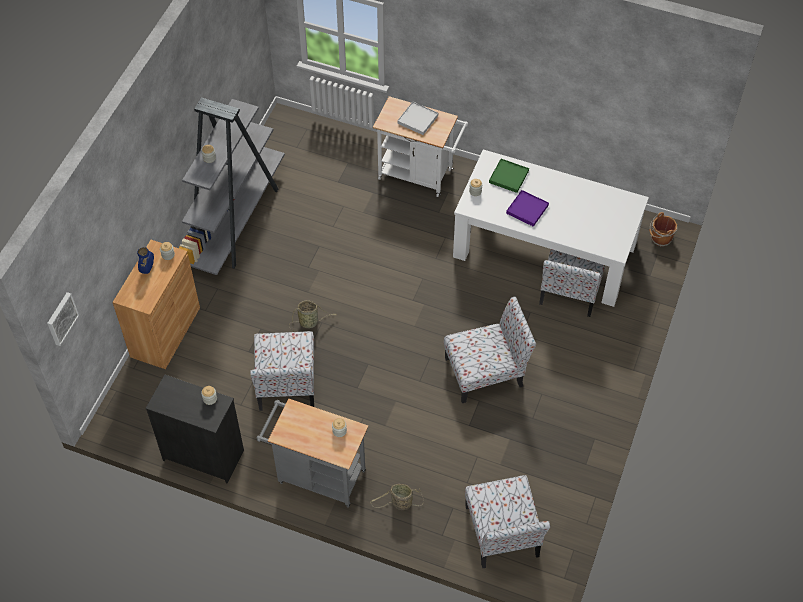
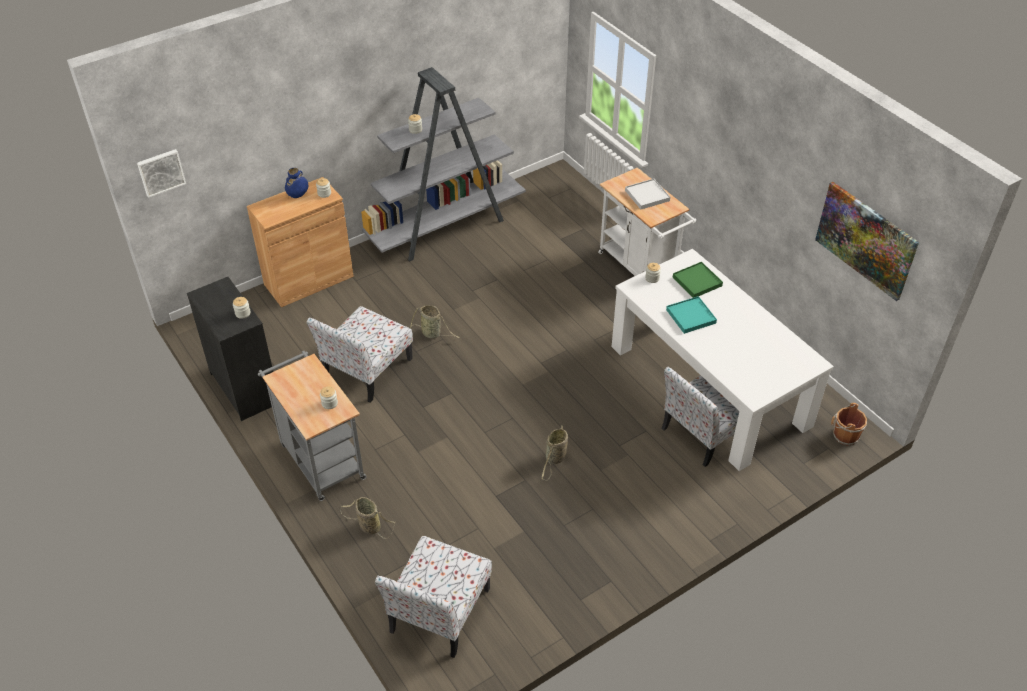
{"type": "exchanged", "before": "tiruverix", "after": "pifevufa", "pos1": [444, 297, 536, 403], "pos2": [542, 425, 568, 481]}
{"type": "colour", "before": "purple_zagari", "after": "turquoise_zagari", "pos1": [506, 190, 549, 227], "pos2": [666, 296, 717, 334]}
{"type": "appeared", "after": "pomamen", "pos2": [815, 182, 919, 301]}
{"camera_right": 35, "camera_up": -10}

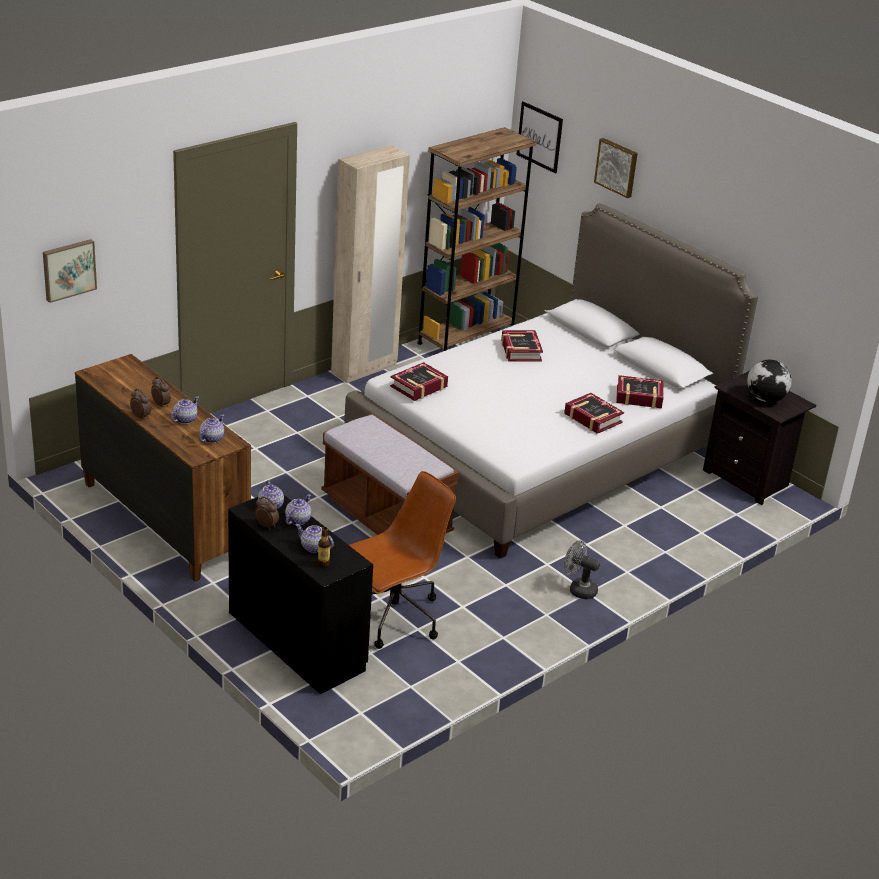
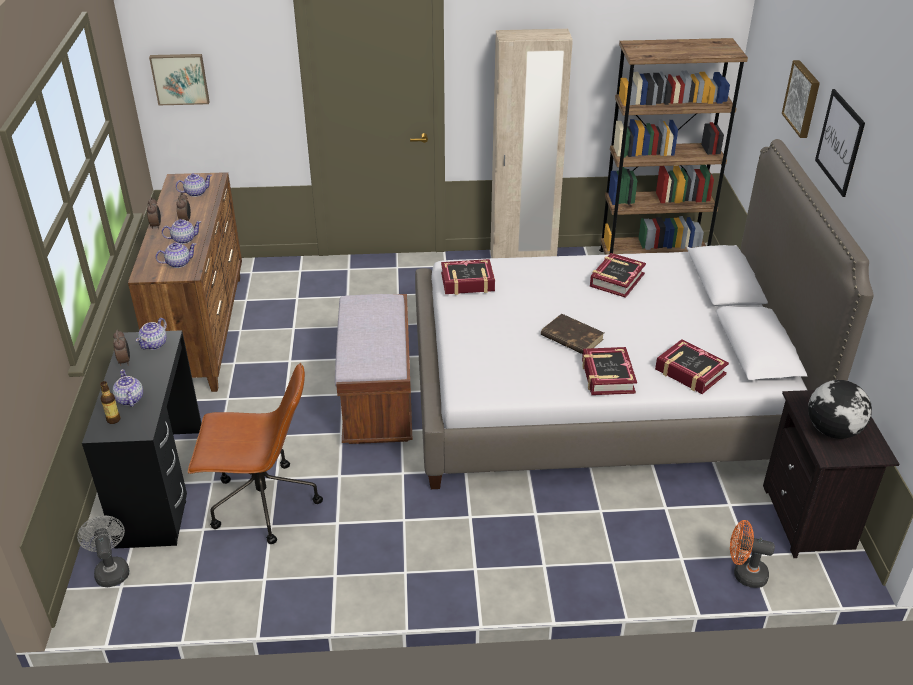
{"type": "relocated", "before": "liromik", "pos1": [285, 494, 312, 525], "pos2": [176, 173, 212, 197]}
{"type": "relocated", "before": "pomamen", "pos1": [517, 101, 563, 174], "pos2": [815, 89, 865, 197]}
{"type": "relocated", "before": "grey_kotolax", "pos1": [564, 540, 600, 599], "pos2": [77, 516, 129, 587]}
{"type": "appeared", "after": "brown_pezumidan", "pos2": [541, 314, 604, 354]}
{"type": "appeared", "after": "orange_kotolax", "pos2": [730, 520, 775, 588]}
{"camera_right": 40, "camera_up": 5}

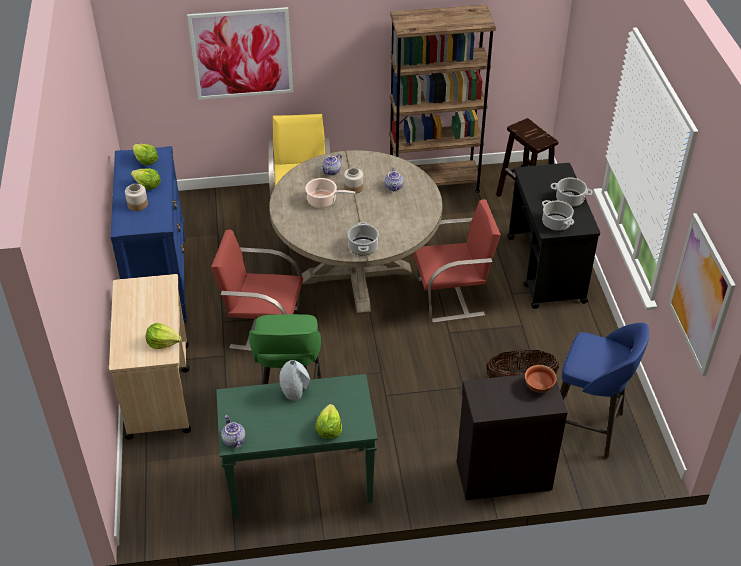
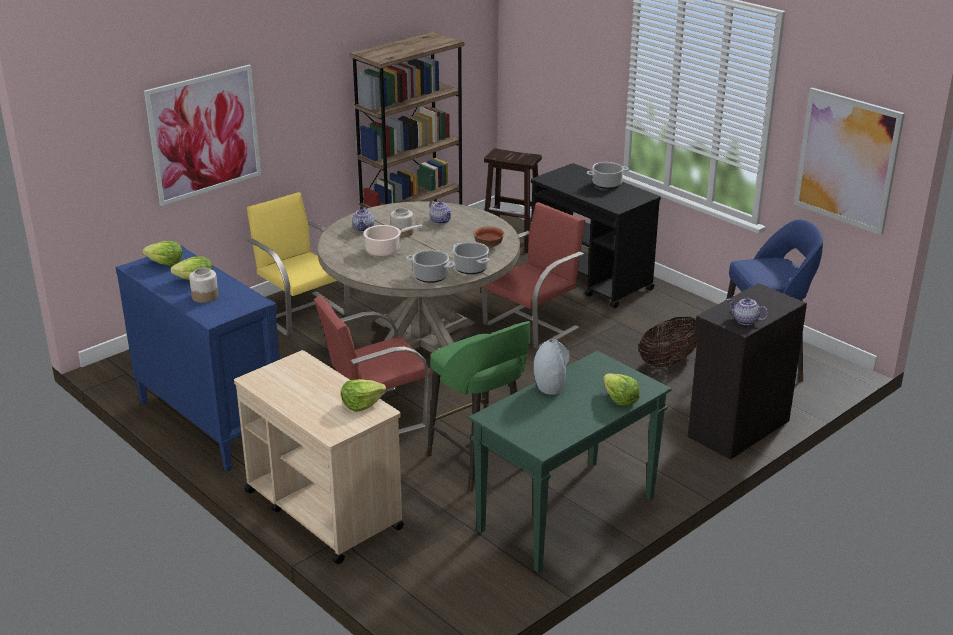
{"type": "relocated", "before": "liromik", "pos1": [221, 415, 245, 450], "pos2": [727, 298, 768, 325]}
{"type": "relocated", "before": "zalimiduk", "pos1": [525, 365, 557, 393], "pos2": [474, 226, 504, 249]}
{"type": "relocated", "before": "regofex", "pos1": [542, 200, 574, 231], "pos2": [406, 250, 455, 283]}
{"camera_right": -35, "camera_up": -15}

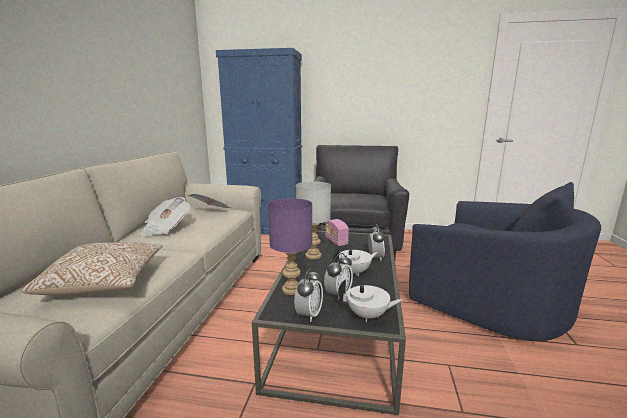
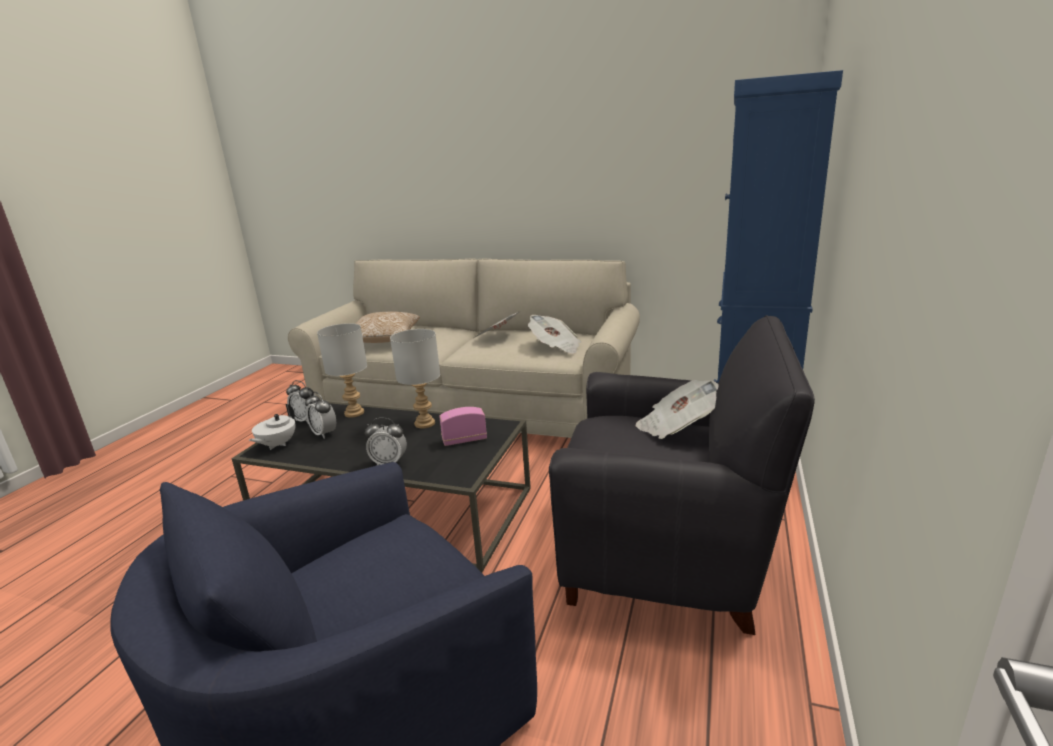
{"type": "colour", "before": "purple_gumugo", "after": "grey_gumugo", "pos1": [268, 198, 312, 295], "pos2": [317, 323, 367, 417]}
{"type": "missing", "before": "white_liromik", "pos1": [333, 248, 378, 277]}
{"type": "appeared", "after": "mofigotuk", "pos2": [636, 380, 719, 439]}
{"camera_right": 100, "camera_up": 5}

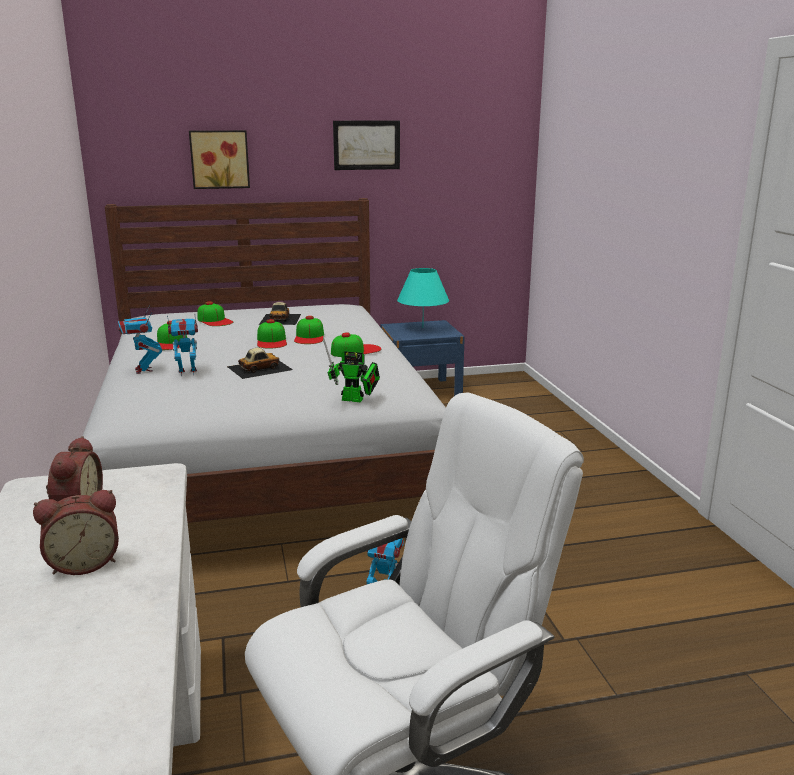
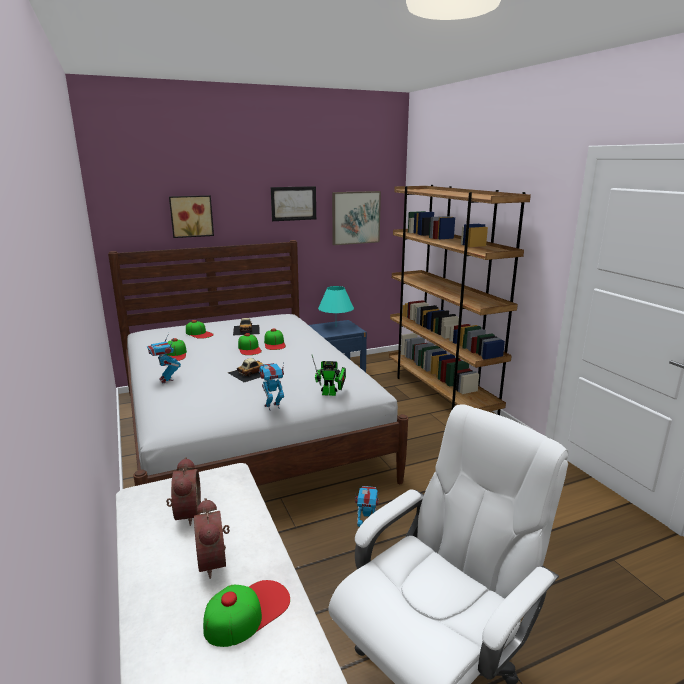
{"type": "spun", "before": "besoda", "pos1": [33, 490, 119, 575], "pos2": [194, 498, 230, 579], "turn": 105}
{"type": "relocated", "before": "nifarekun", "pos1": [167, 315, 198, 376], "pos2": [259, 363, 284, 410]}
{"type": "relocated", "before": "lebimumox", "pos1": [331, 332, 381, 357], "pos2": [203, 580, 290, 647]}
{"type": "appeared", "after": "pomamen", "pos2": [332, 191, 381, 245]}
{"type": "appeared", "after": "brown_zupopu", "pos2": [389, 185, 531, 415]}
{"camera_right": -10, "camera_up": 0}

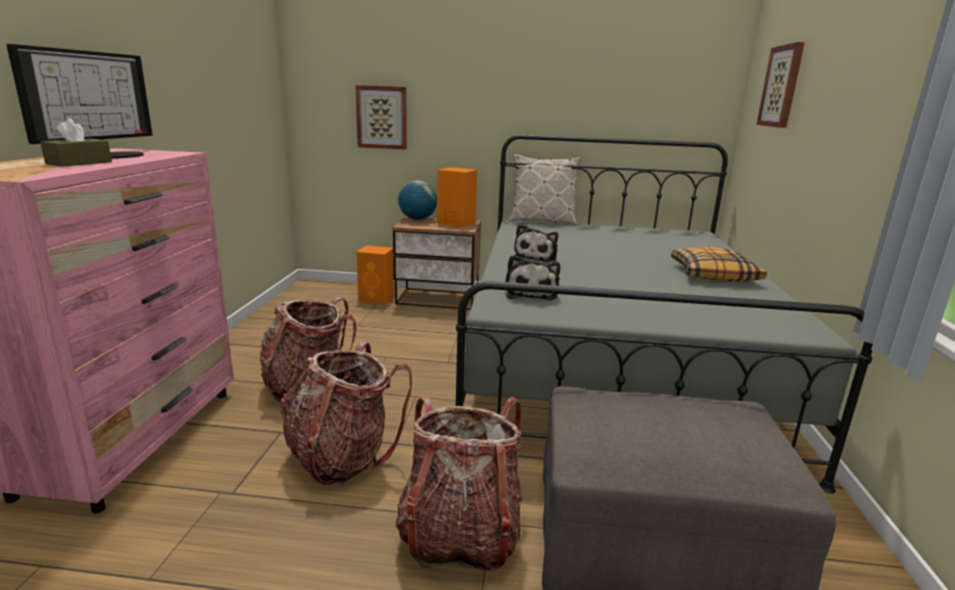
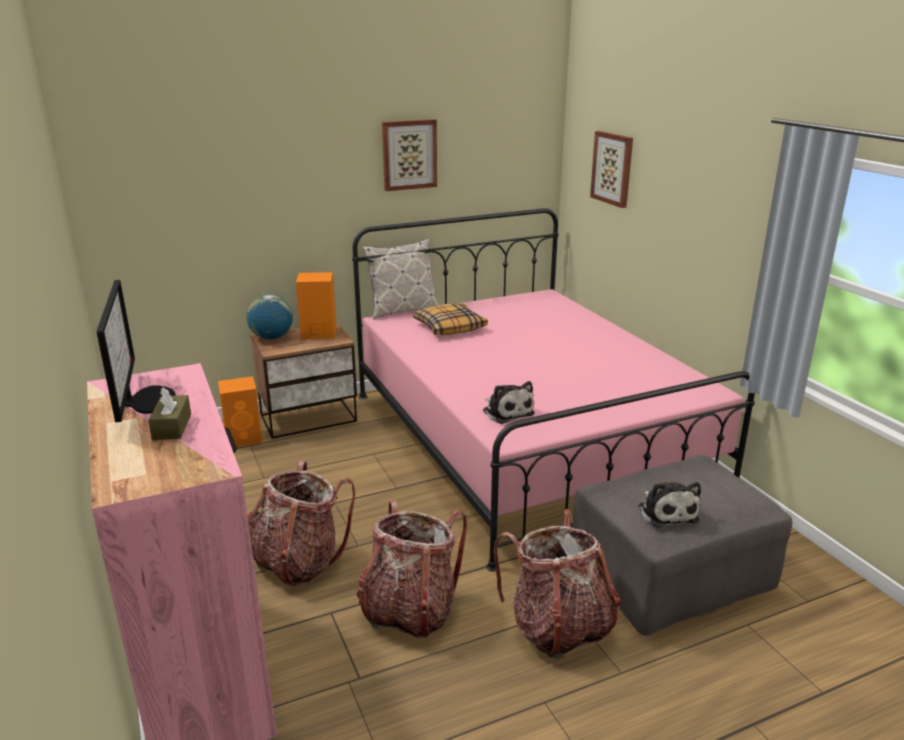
{"type": "relocated", "before": "pomamen", "pos1": [355, 85, 407, 150], "pos2": [382, 119, 437, 191]}
{"type": "colour", "before": "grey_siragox", "after": "pink_siragox", "pos1": [456, 134, 873, 494], "pos2": [352, 208, 755, 571]}
{"type": "relocated", "before": "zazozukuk", "pos1": [514, 224, 558, 262], "pos2": [639, 482, 701, 528]}
{"type": "relocated", "before": "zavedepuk", "pos1": [671, 247, 767, 282], "pos2": [413, 303, 488, 335]}
{"camera_right": -30, "camera_up": 5}

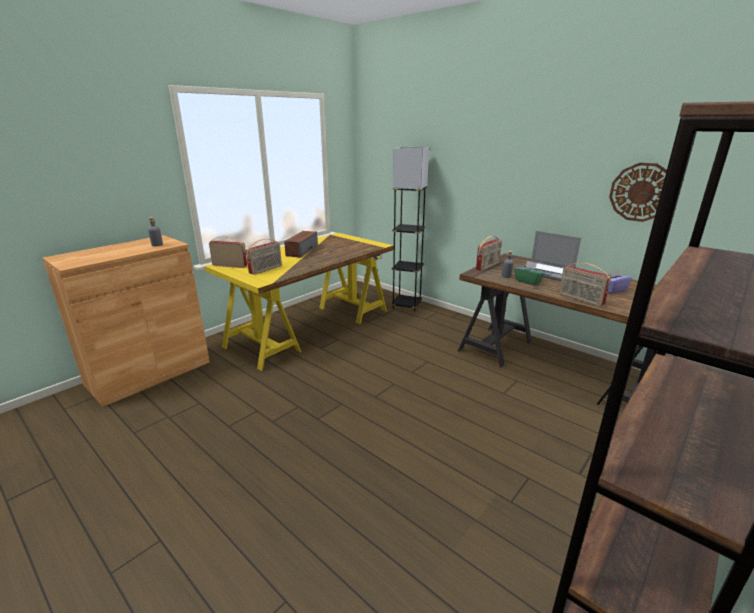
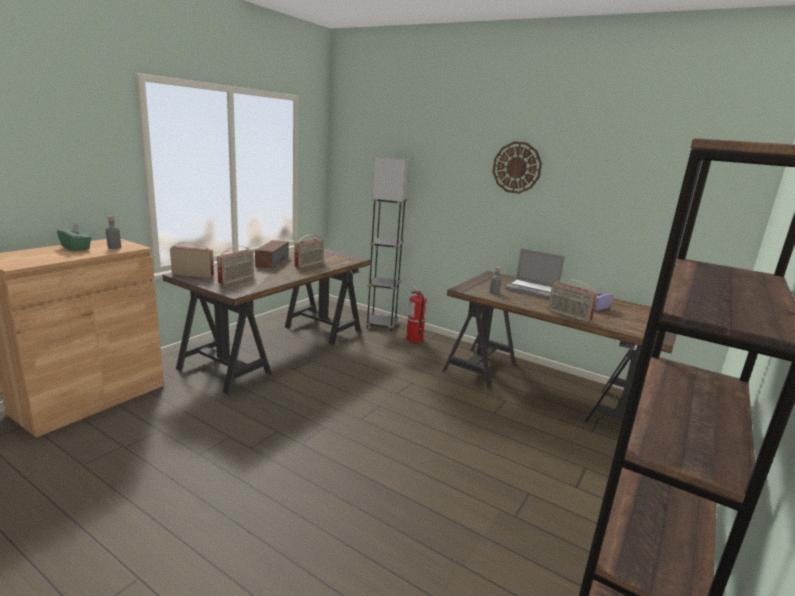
{"type": "colour", "before": "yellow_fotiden", "after": "brown_fotiden", "pos1": [205, 233, 394, 371], "pos2": [163, 247, 372, 394]}
{"type": "relocated", "before": "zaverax", "pos1": [476, 236, 502, 271], "pos2": [294, 235, 324, 268]}
{"type": "relocated", "before": "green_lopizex", "pos1": [514, 261, 545, 285], "pos2": [57, 223, 92, 251]}
{"type": "relocated", "before": "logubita", "pos1": [609, 163, 667, 222], "pos2": [493, 141, 542, 194]}
{"type": "appeared", "after": "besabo", "pos2": [406, 285, 427, 343]}
{"camera_right": -10, "camera_up": -5}

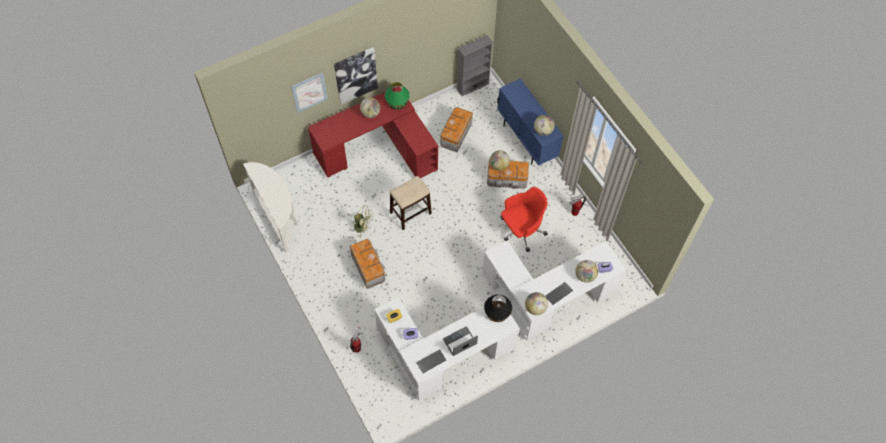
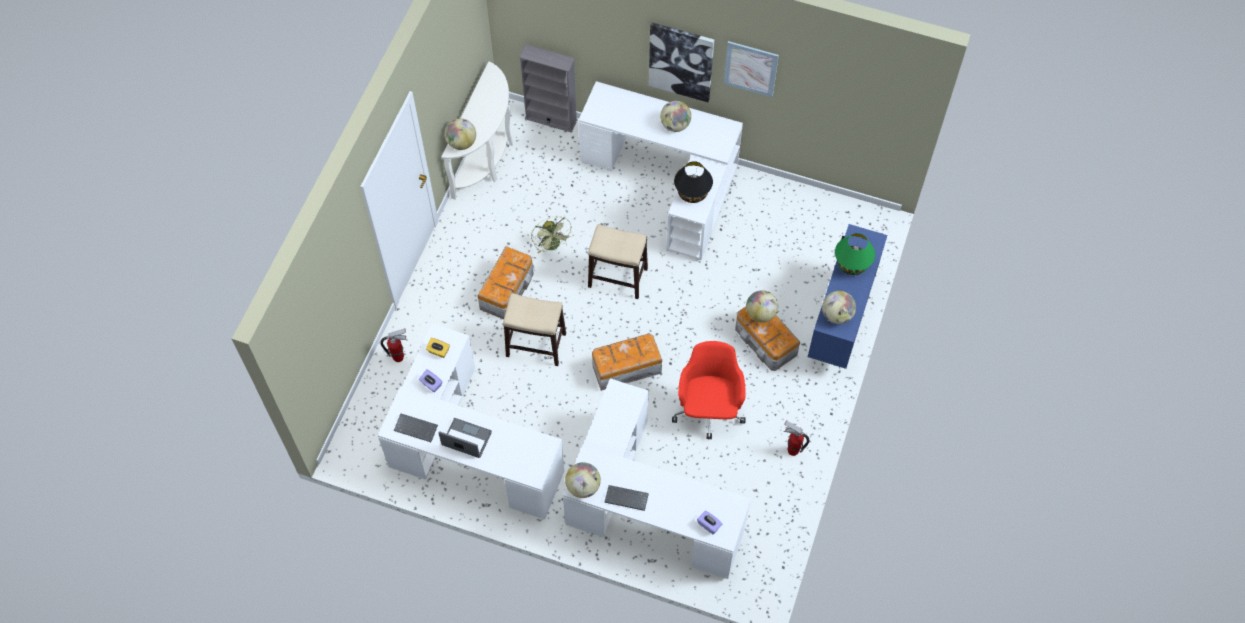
{"type": "relocated", "before": "pomamen", "pos1": [291, 72, 328, 113], "pos2": [724, 41, 779, 97]}
{"type": "colour", "before": "red_fotiden", "after": "white_fotiden", "pos1": [308, 86, 438, 178], "pos2": [579, 81, 743, 260]}
{"type": "relocated", "before": "green_gumugo", "pos1": [385, 82, 410, 110], "pos2": [835, 233, 875, 275]}
{"type": "relocated", "before": "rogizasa", "pos1": [440, 107, 473, 152], "pos2": [592, 333, 662, 391]}
{"type": "relocated", "before": "grey_zupopu", "pos1": [456, 35, 493, 96], "pos2": [519, 44, 578, 133]}
{"type": "relocated", "before": "black_gumugo", "pos1": [484, 295, 512, 322], "pos2": [674, 161, 713, 203]}
{"type": "spun", "before": "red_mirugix", "pos1": [500, 187, 548, 252], "pos2": [672, 341, 746, 439], "turn": -105}
{"type": "relocated", "before": "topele", "pos1": [575, 260, 598, 283], "pos2": [445, 119, 476, 150]}
{"type": "appeared", "after": "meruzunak", "pos2": [503, 293, 566, 366]}
{"camera_right": 50, "camera_up": 0}

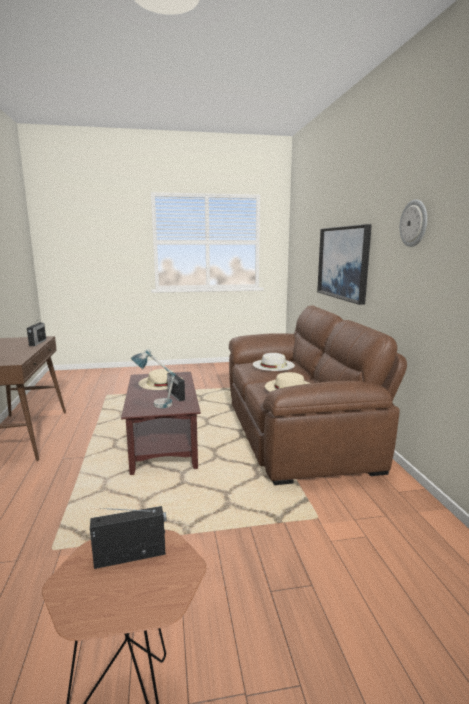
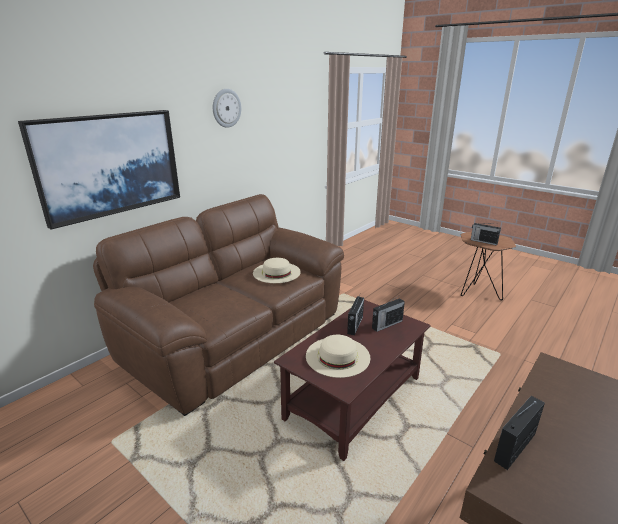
{"type": "exchanged", "before": "gumugo", "after": "zaverax", "pos1": [131, 349, 176, 408], "pos2": [372, 297, 405, 332]}
{"type": "missing", "before": "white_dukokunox", "pos1": [253, 353, 295, 371]}
{"camera_right": -130, "camera_up": 10}

